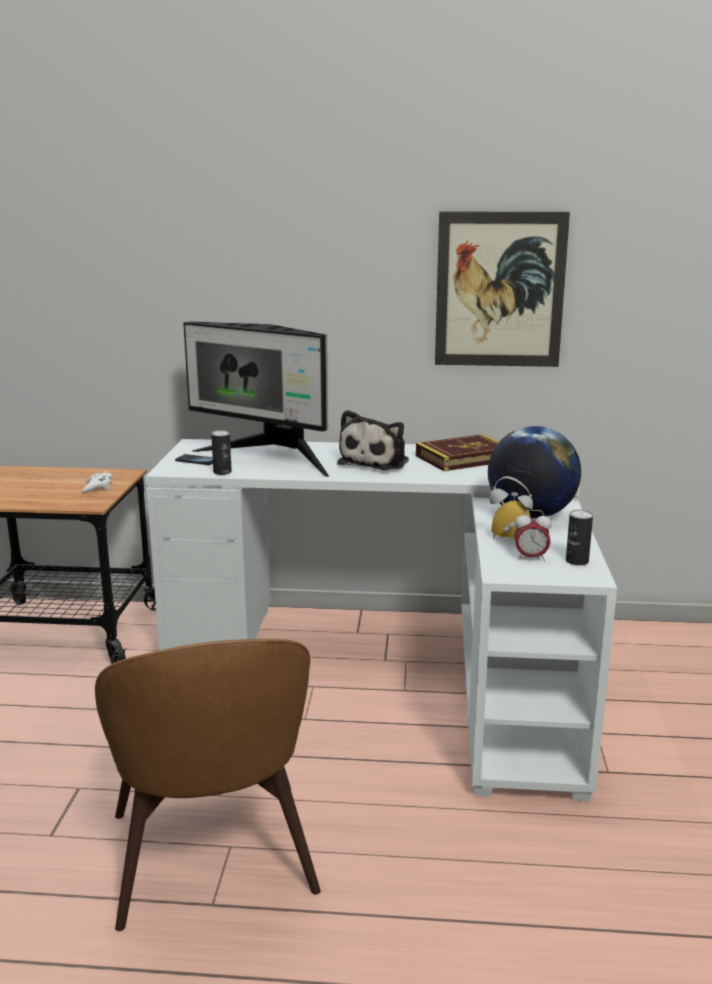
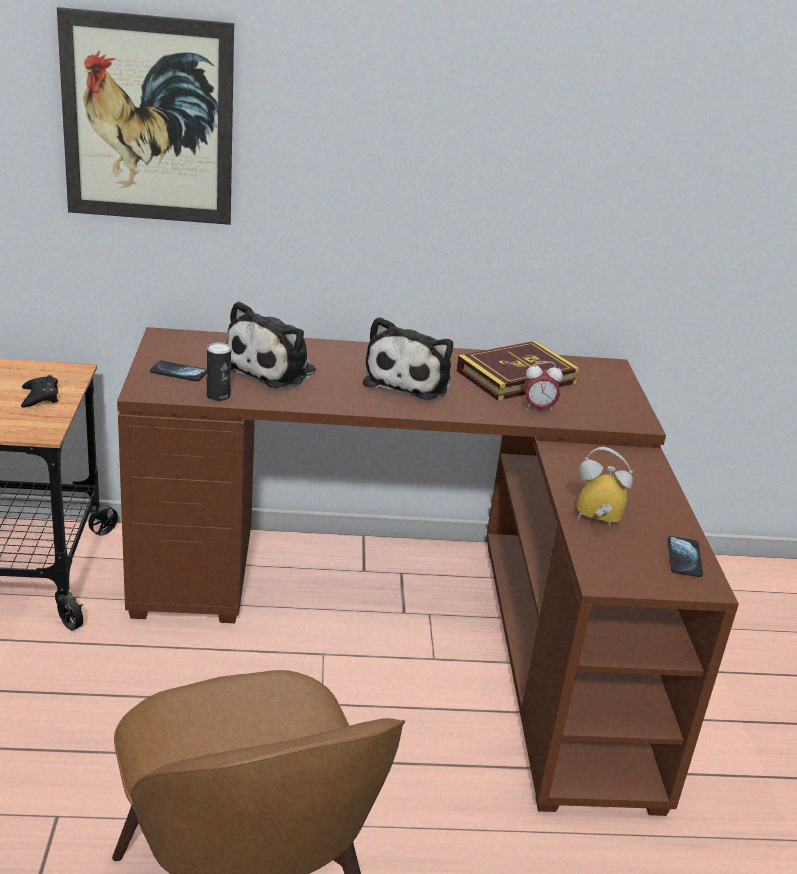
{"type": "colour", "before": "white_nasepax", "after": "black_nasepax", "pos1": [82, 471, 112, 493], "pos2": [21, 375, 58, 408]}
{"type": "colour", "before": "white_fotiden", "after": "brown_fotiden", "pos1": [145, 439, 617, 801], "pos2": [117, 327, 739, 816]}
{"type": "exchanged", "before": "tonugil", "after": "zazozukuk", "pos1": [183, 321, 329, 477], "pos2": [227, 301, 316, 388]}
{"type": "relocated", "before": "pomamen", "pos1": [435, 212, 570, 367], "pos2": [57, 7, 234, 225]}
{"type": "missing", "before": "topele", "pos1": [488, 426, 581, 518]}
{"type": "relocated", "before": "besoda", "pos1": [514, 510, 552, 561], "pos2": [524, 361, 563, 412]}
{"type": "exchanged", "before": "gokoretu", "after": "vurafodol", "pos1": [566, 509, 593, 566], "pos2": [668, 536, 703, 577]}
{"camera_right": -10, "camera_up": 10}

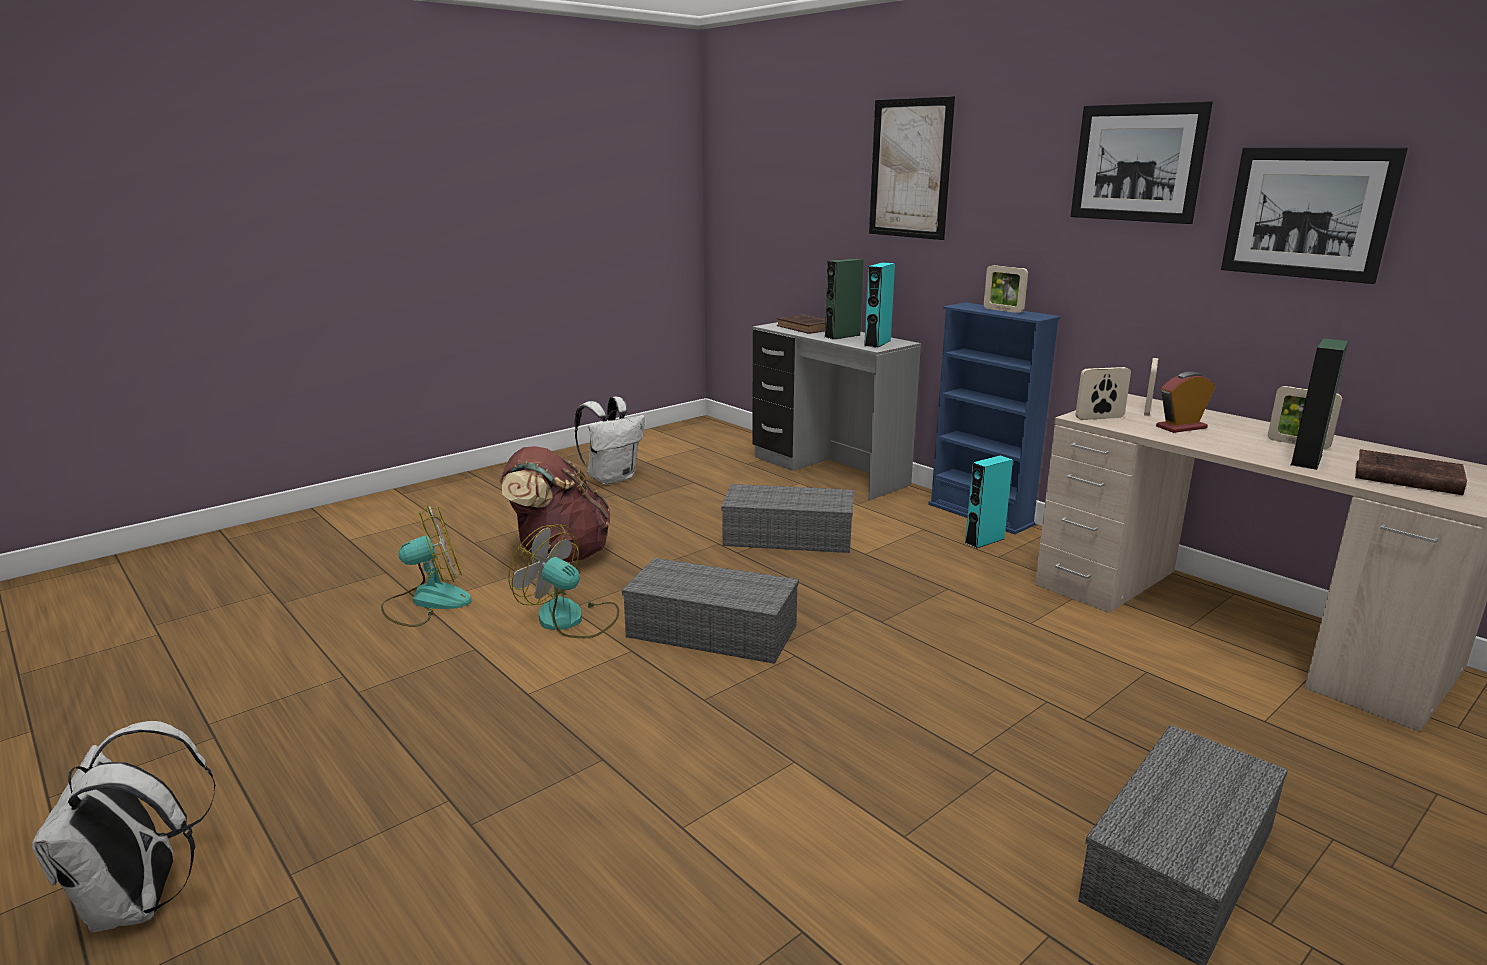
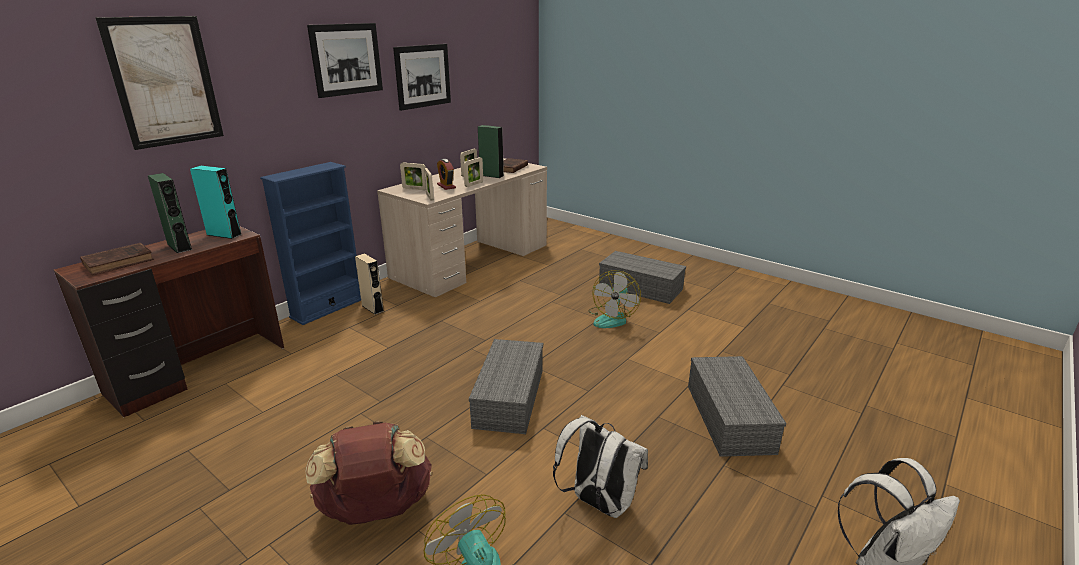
{"type": "relocated", "before": "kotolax", "pos1": [508, 524, 619, 638], "pos2": [589, 270, 641, 328]}
{"type": "relocated", "before": "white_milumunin", "pos1": [575, 396, 645, 485], "pos2": [553, 415, 648, 518]}
{"type": "relocated", "before": "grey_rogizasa", "pos1": [721, 484, 854, 553], "pos2": [688, 356, 786, 457]}
{"type": "colour", "before": "grey_fotiden", "after": "brown_fotiden", "pos1": [752, 322, 921, 500], "pos2": [54, 227, 284, 417]}
{"type": "colour", "before": "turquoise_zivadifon", "after": "beige_zivadifon", "pos1": [965, 455, 1013, 549], "pos2": [355, 254, 384, 315]}
{"type": "relocated", "before": "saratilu", "pos1": [984, 265, 1028, 313], "pos2": [463, 157, 483, 187]}
{"camera_right": -100, "camera_up": 5}

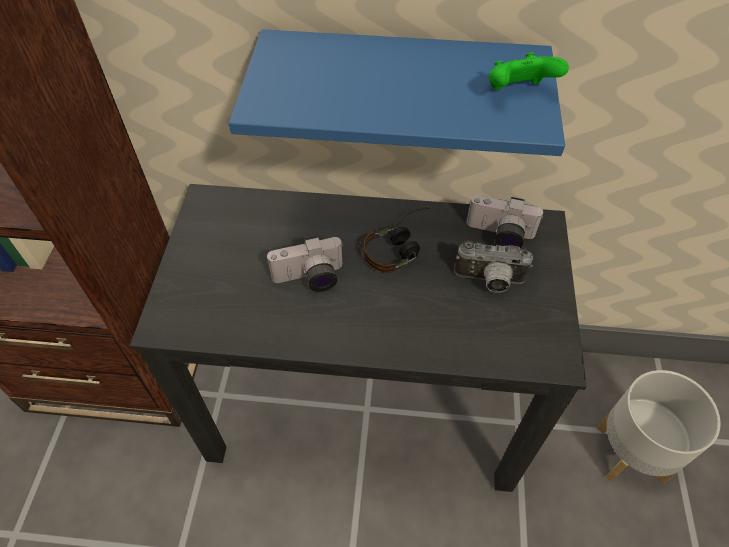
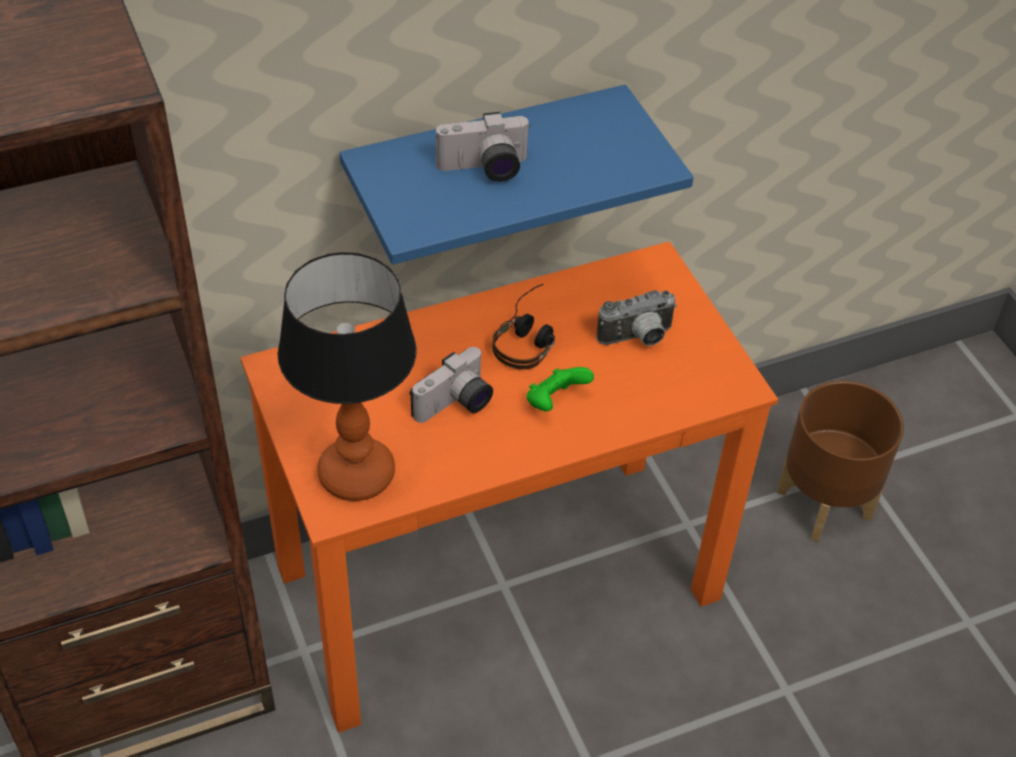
{"type": "colour", "before": "black_fotiden", "after": "orange_fotiden", "pos1": [130, 184, 587, 492], "pos2": [240, 241, 778, 733]}
{"type": "relocated", "before": "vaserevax", "pos1": [467, 195, 544, 248], "pos2": [435, 112, 531, 182]}
{"type": "relocated", "before": "green_nasepax", "pos1": [489, 52, 569, 90], "pos2": [527, 367, 594, 411]}
{"type": "colour", "before": "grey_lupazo", "after": "brown_lupazo", "pos1": [597, 370, 721, 484], "pos2": [776, 381, 904, 542]}
{"type": "appeared", "after": "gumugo", "pos2": [278, 252, 417, 501]}
{"camera_right": -30, "camera_up": -5}

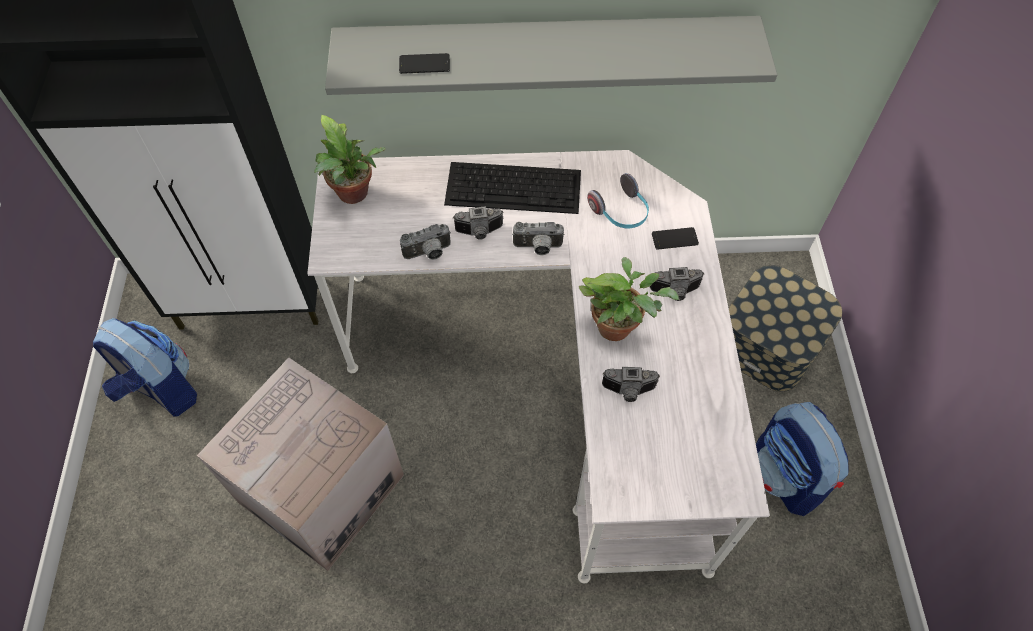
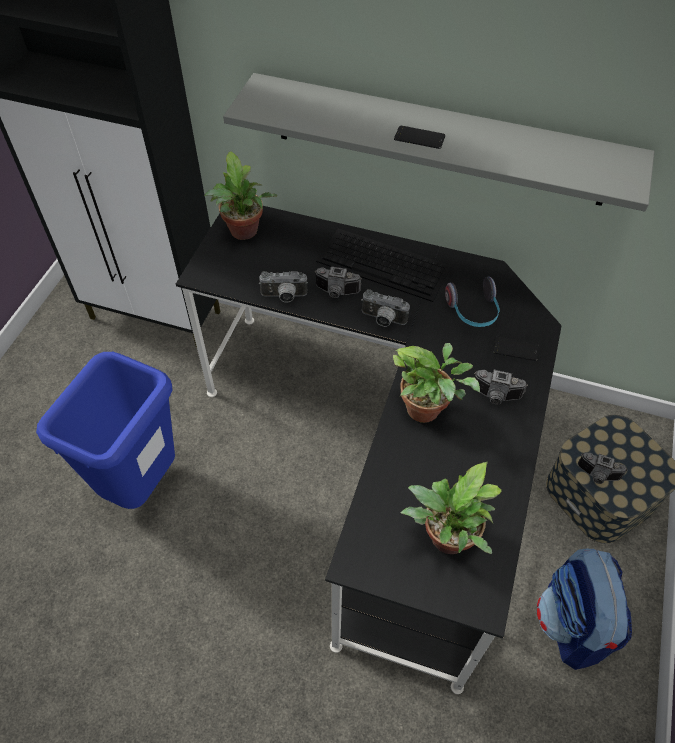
{"type": "missing", "before": "milumunin", "pos1": [93, 318, 197, 417]}
{"type": "exchanged", "before": "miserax", "after": "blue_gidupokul", "pos1": [197, 358, 404, 571], "pos2": [36, 352, 175, 509]}
{"type": "colour", "before": "white_fotiden", "after": "black_fotiden", "pos1": [307, 150, 770, 584], "pos2": [176, 206, 562, 694]}
{"type": "relocated", "before": "vurafodol", "pos1": [399, 53, 450, 74], "pos2": [394, 126, 445, 149]}
{"type": "relocated", "before": "vaserevax", "pos1": [602, 367, 660, 402], "pos2": [578, 452, 628, 484]}
{"type": "appeared", "after": "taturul", "pos2": [400, 462, 502, 554]}
{"camera_right": 20, "camera_up": -5}

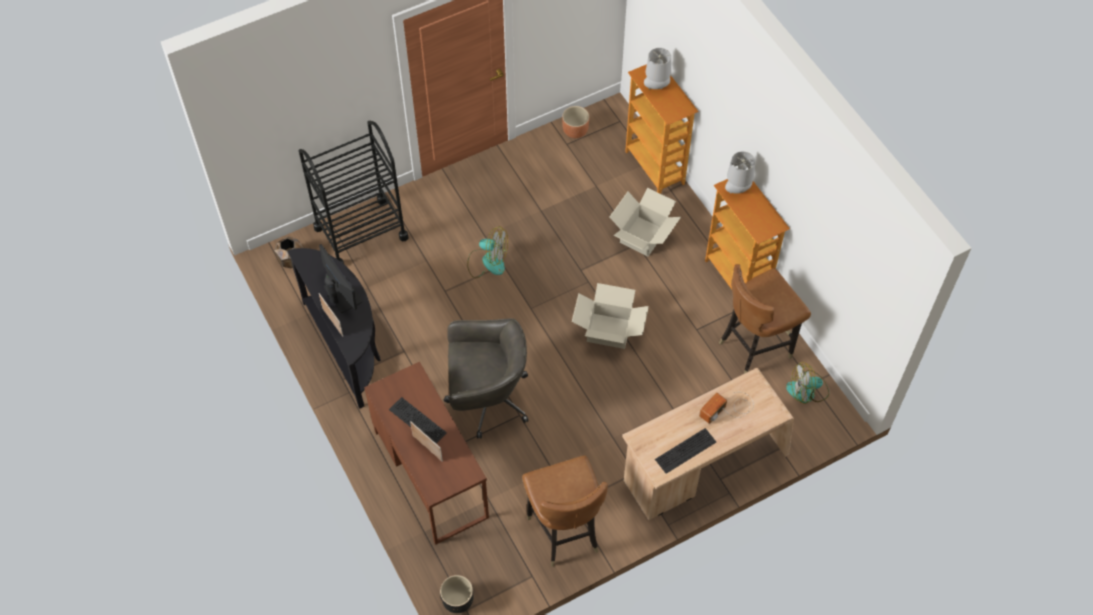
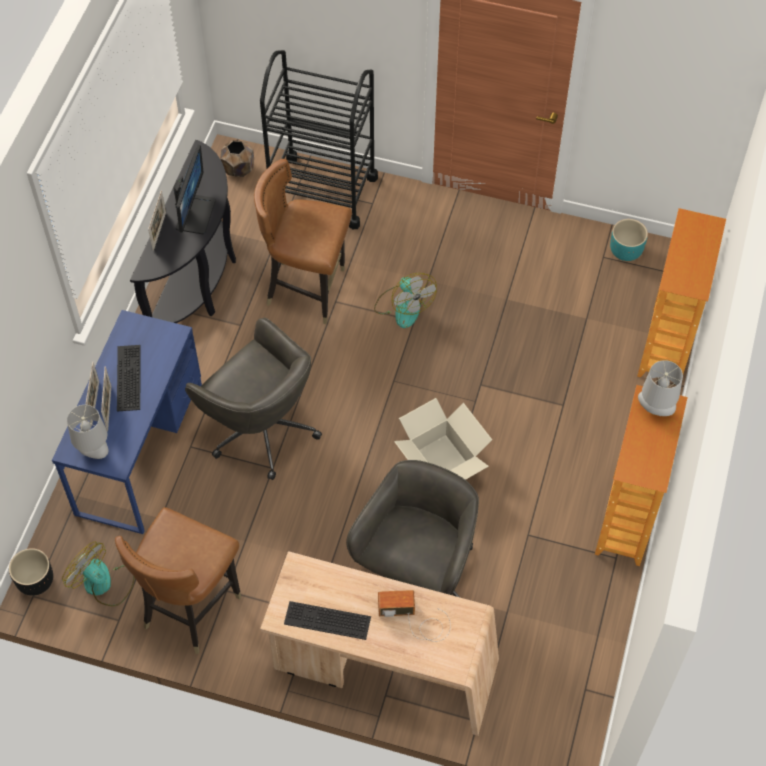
{"type": "colour", "before": "brown_fotiden", "after": "blue_fotiden", "pos1": [364, 362, 489, 545], "pos2": [52, 310, 202, 534]}
{"type": "colour", "before": "brown_lupazo", "after": "turquoise_lupazo", "pos1": [562, 106, 589, 138], "pos2": [610, 219, 648, 261]}
{"type": "missing", "before": "miserax", "pos1": [609, 188, 681, 256]}
{"type": "relocated", "before": "grey_gumugo", "pos1": [644, 48, 671, 89], "pos2": [67, 405, 108, 459]}
{"type": "relocated", "before": "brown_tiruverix", "pos1": [719, 264, 811, 374], "pos2": [254, 159, 352, 324]}
{"type": "relocated", "before": "kotolax", "pos1": [786, 362, 829, 404], "pos2": [62, 542, 135, 606]}
{"type": "appeared", "after": "saratilu", "pos2": [85, 362, 99, 426]}
{"type": "appeared", "after": "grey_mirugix", "pos2": [346, 460, 479, 597]}
{"camera_right": 45, "camera_up": 0}

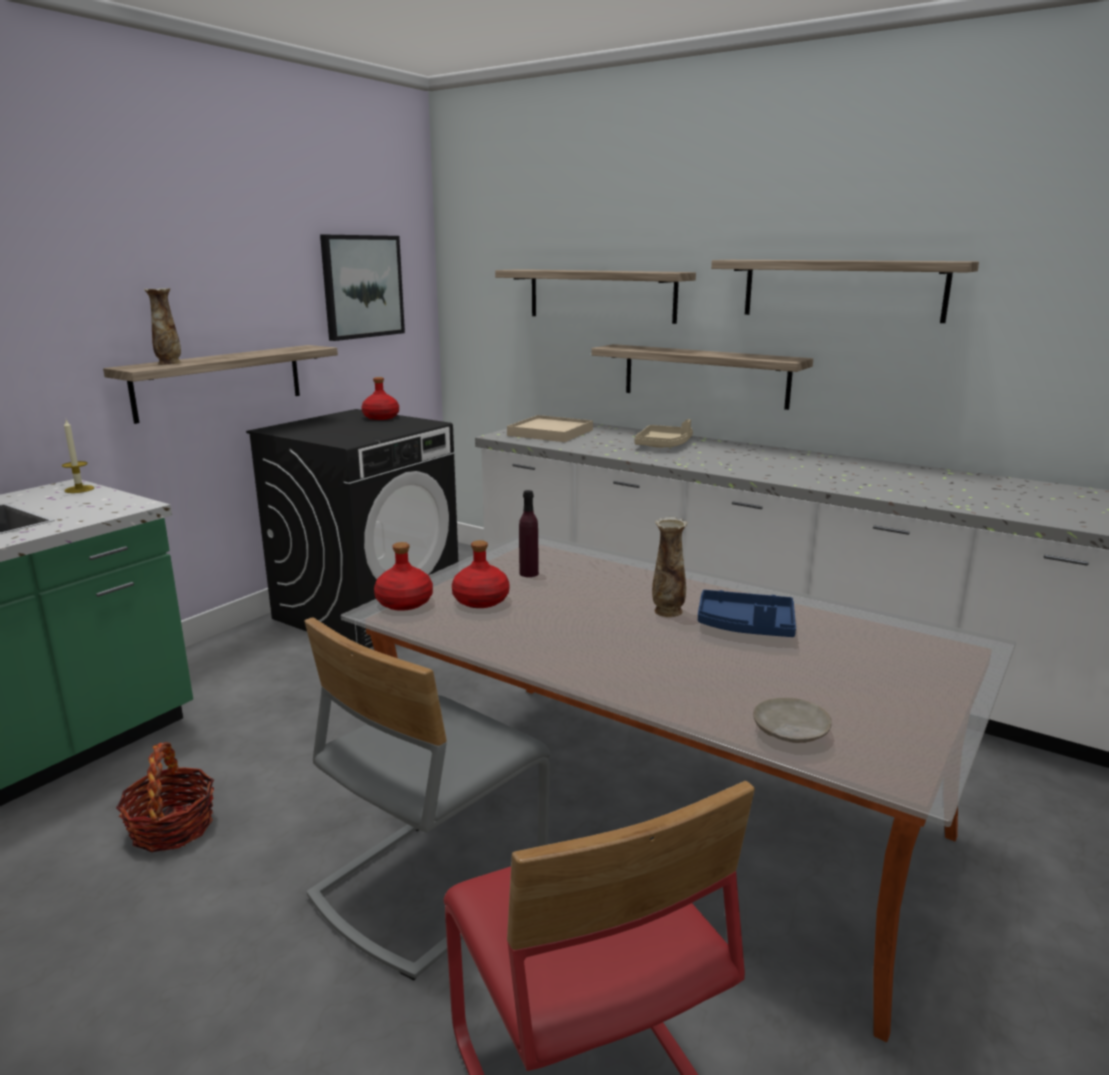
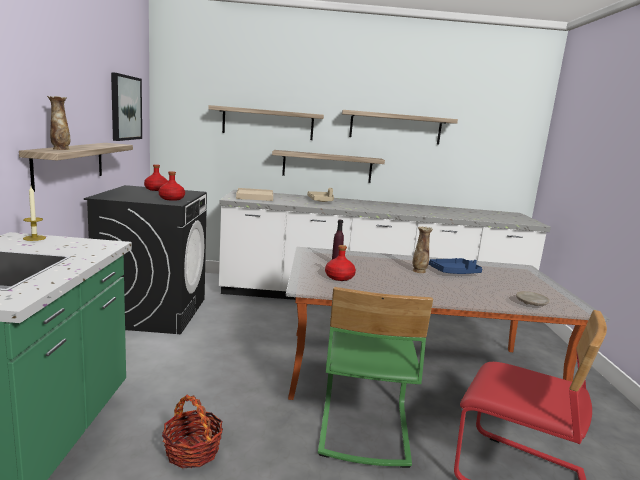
{"type": "colour", "before": "grey_tiruverix", "after": "green_tiruverix", "pos1": [304, 617, 551, 980], "pos2": [318, 287, 433, 468]}
{"type": "relocated", "before": "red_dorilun", "pos1": [374, 542, 433, 611], "pos2": [159, 171, 185, 201]}
{"camera_right": -35, "camera_up": -5}

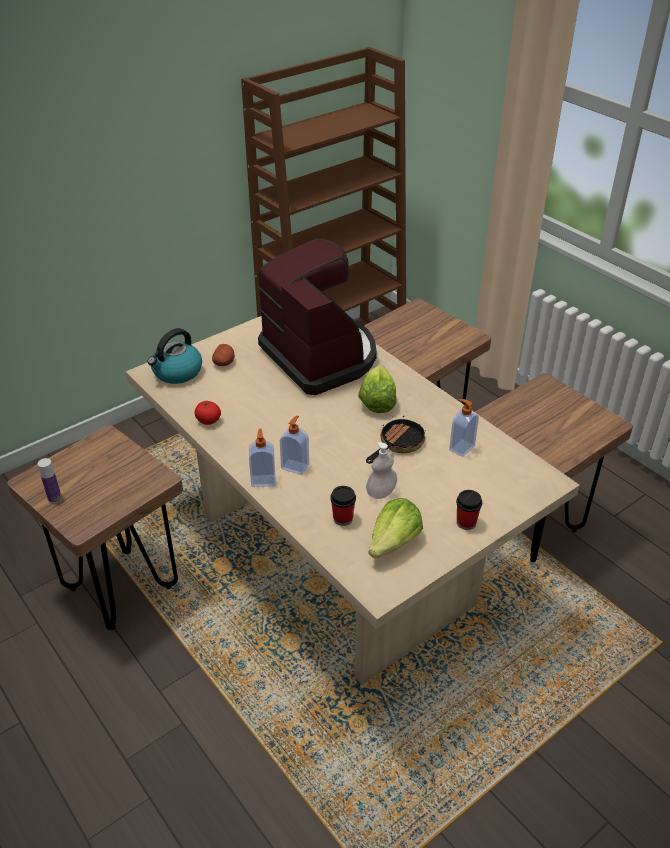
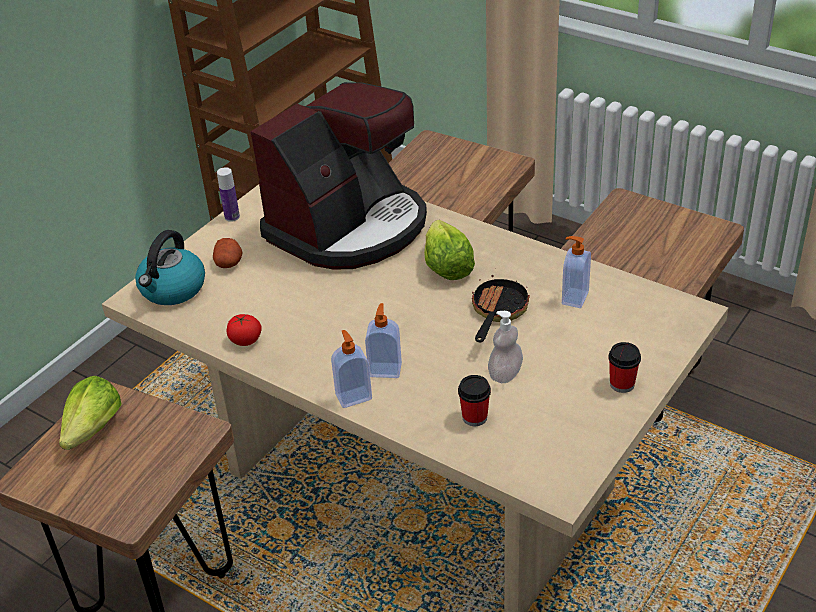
{"type": "relocated", "before": "dorilun", "pos1": [38, 458, 62, 503], "pos2": [217, 167, 240, 222]}
{"type": "spun", "before": "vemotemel", "pos1": [258, 238, 377, 395], "pos2": [251, 82, 427, 269], "turn": 90}
{"type": "relocated", "before": "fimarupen", "pos1": [369, 498, 423, 558], "pos2": [59, 376, 122, 450]}
{"camera_right": -15, "camera_up": 0}

